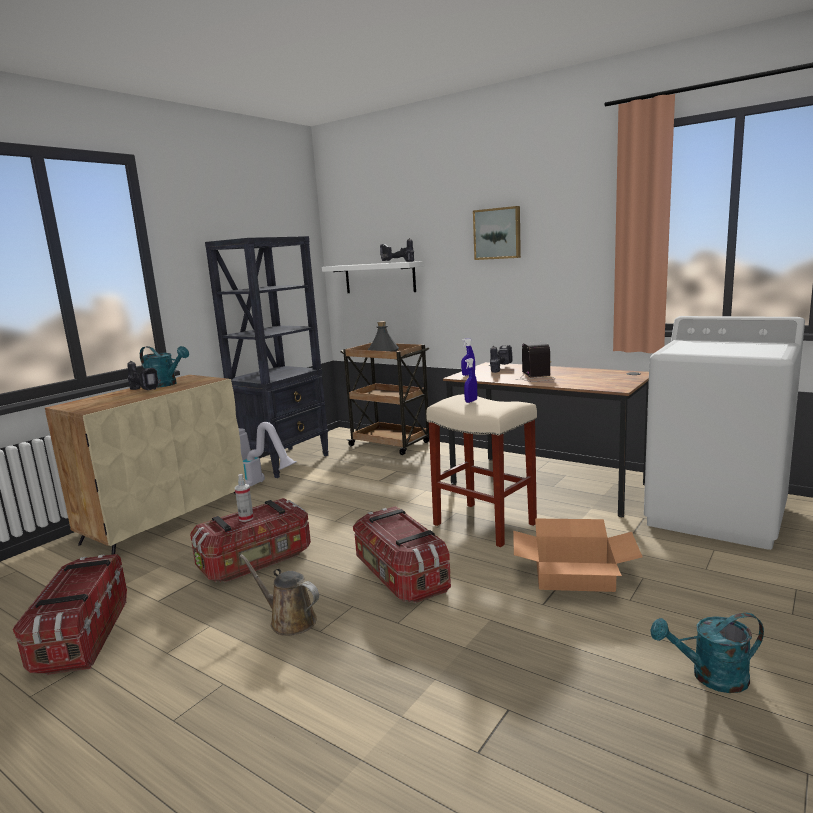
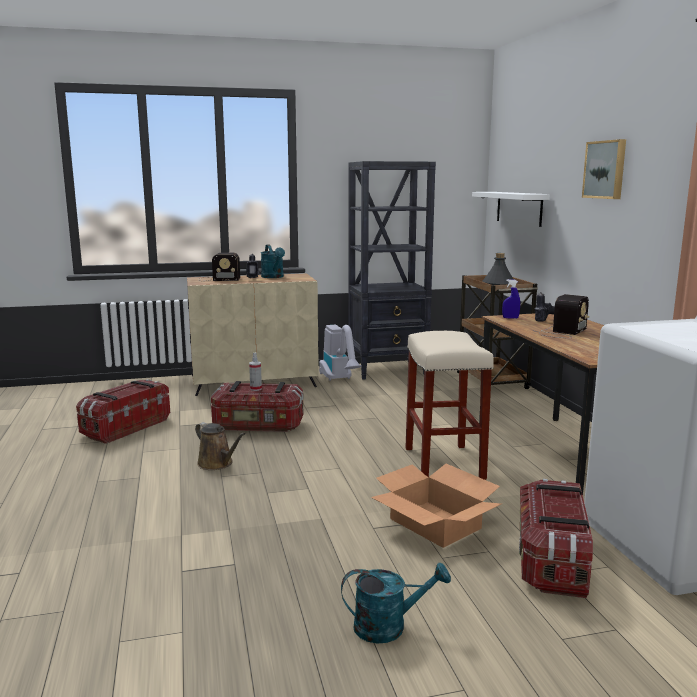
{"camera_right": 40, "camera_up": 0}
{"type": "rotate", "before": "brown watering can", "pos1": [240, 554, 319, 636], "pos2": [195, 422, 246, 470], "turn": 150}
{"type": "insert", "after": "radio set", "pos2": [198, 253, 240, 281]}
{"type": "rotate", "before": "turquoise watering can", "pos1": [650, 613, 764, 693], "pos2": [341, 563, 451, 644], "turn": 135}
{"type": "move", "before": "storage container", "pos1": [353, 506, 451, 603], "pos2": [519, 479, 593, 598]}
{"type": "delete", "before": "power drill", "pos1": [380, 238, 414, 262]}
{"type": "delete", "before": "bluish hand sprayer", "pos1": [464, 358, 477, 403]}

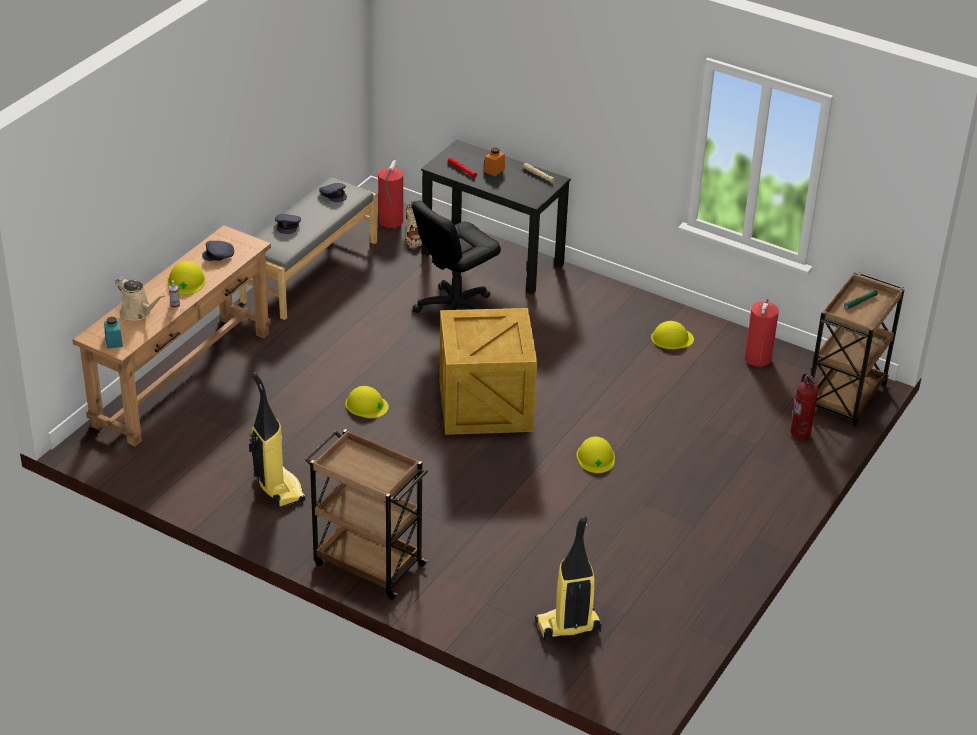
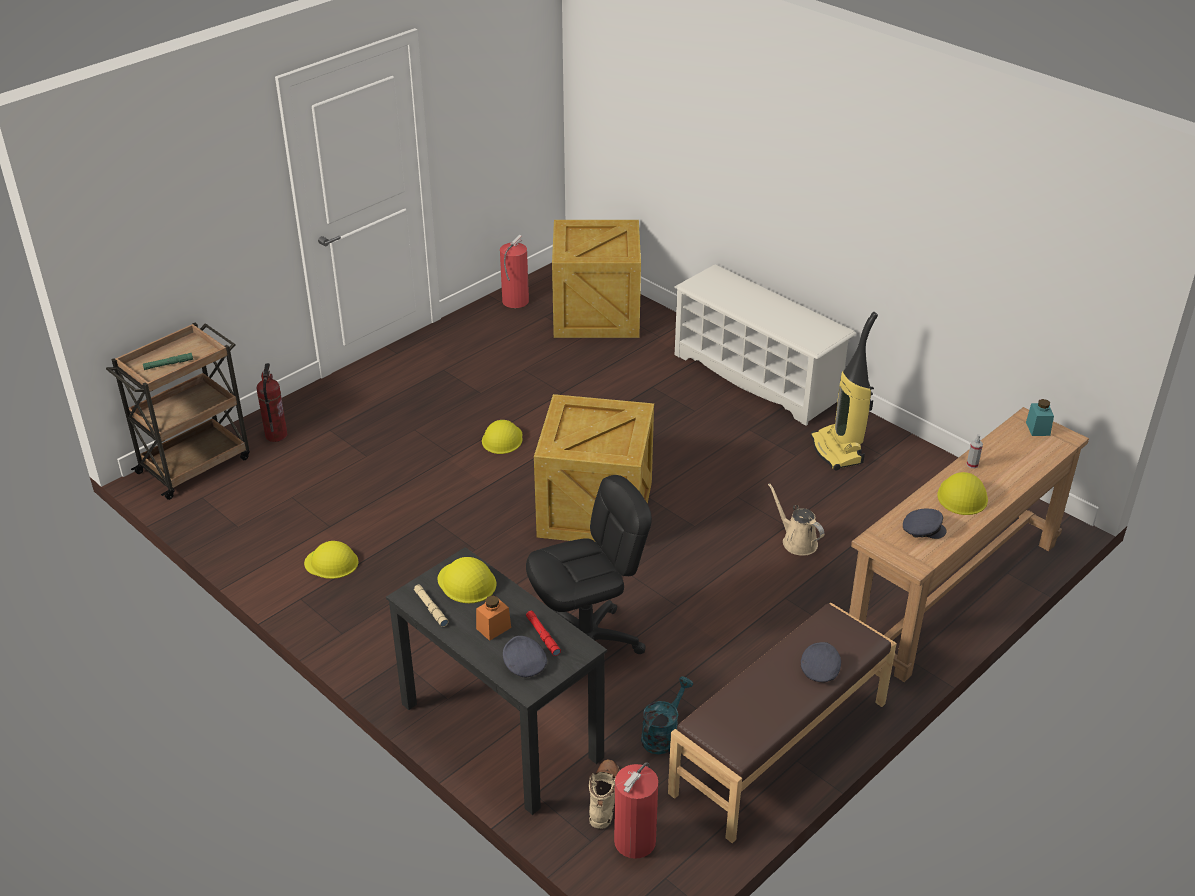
{"camera_right": -165, "camera_up": 0}
{"type": "move", "before": "yellow-coloured work helmet", "pos1": [346, 386, 389, 418], "pos2": [437, 557, 496, 603]}
{"type": "move", "before": "extinguisher", "pos1": [744, 299, 779, 367], "pos2": [500, 235, 529, 308]}
{"type": "move", "before": "greyish peaked cap", "pos1": [319, 183, 347, 202], "pos2": [503, 636, 547, 677]}
{"type": "replace", "before": "hoover", "after": "crate", "pos1": [535, 516, 602, 641], "pos2": [552, 220, 641, 338]}
{"type": "insert", "after": "turquoise watering can", "pos2": [641, 677, 693, 754]}
{"type": "recolor", "before": "greyish bench", "after": "brown bench", "pos1": [239, 178, 377, 320], "pos2": [668, 603, 897, 843]}
{"type": "replace", "before": "brown wheeled cart", "after": "white-coloured shoe stand", "pos1": [305, 429, 429, 600], "pos2": [674, 264, 856, 426]}
{"type": "move", "before": "beige watering can", "pos1": [115, 277, 165, 321], "pos2": [768, 483, 824, 556]}

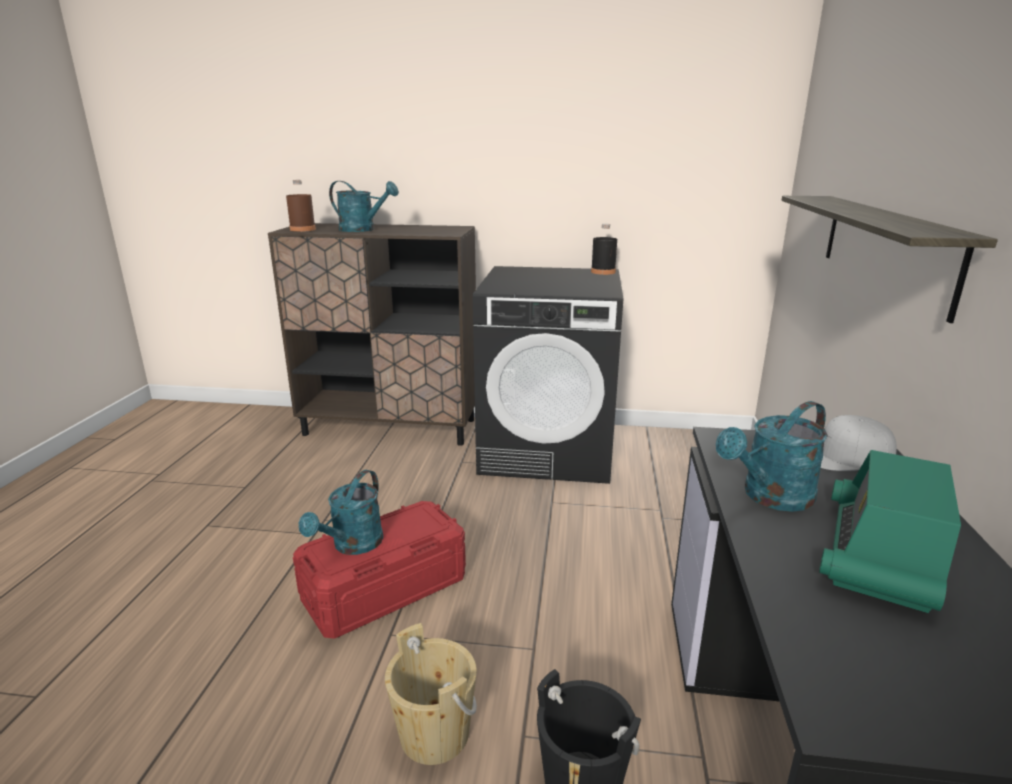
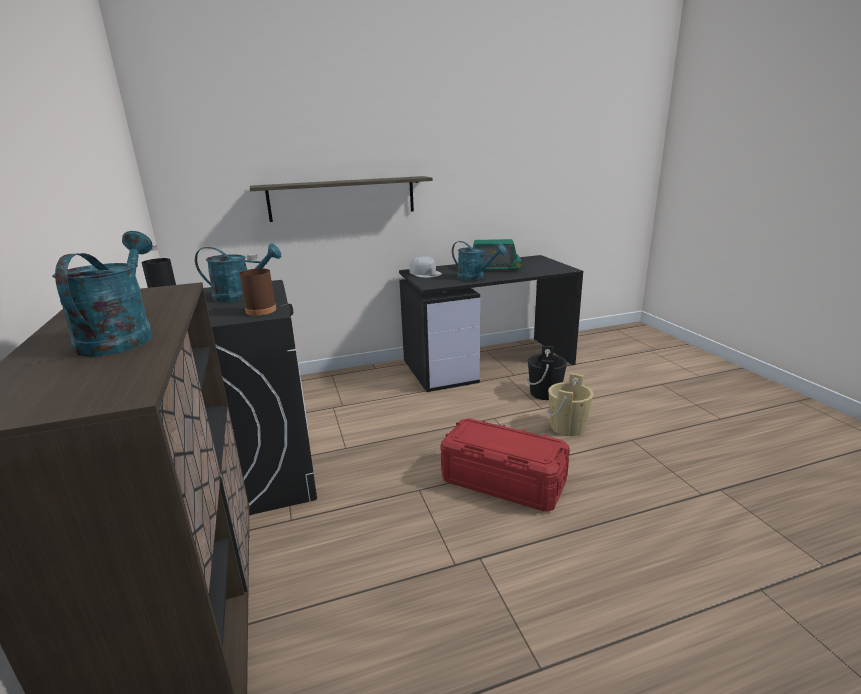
{"camera_right": -115, "camera_up": 0}
{"type": "move", "before": "turquoise watering can", "pos1": [299, 470, 383, 555], "pos2": [195, 243, 281, 302]}
{"type": "move", "before": "brown beverage bottle", "pos1": [286, 180, 316, 232], "pos2": [239, 254, 276, 316]}

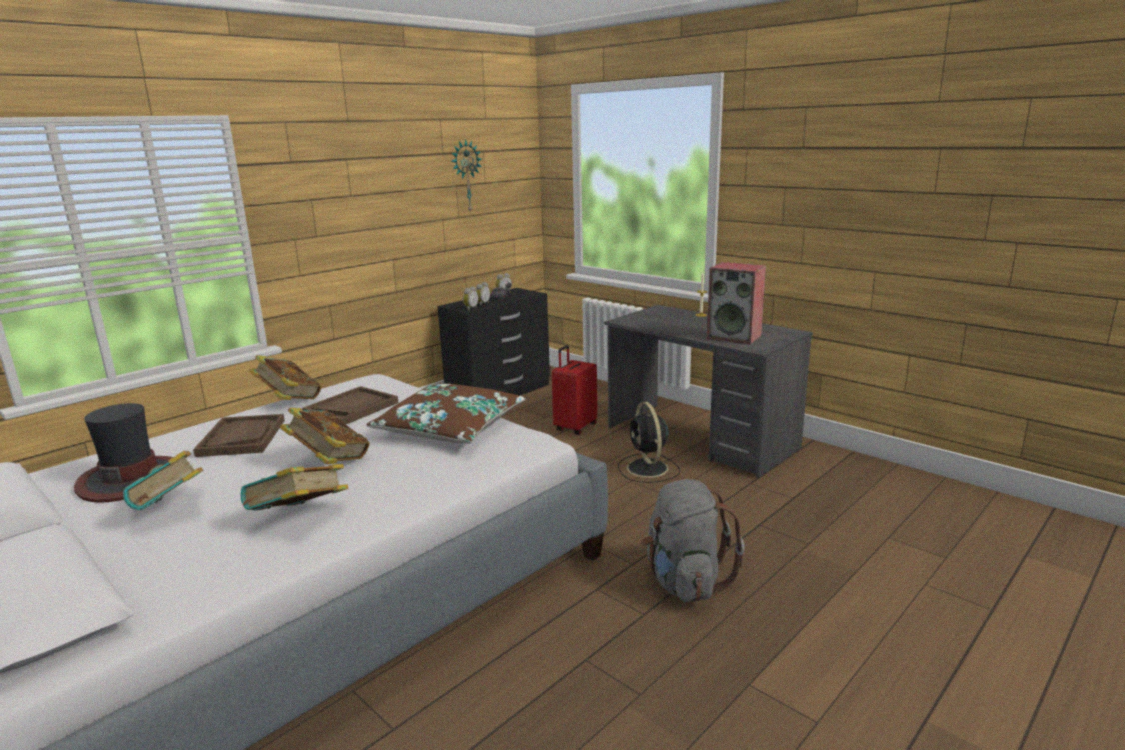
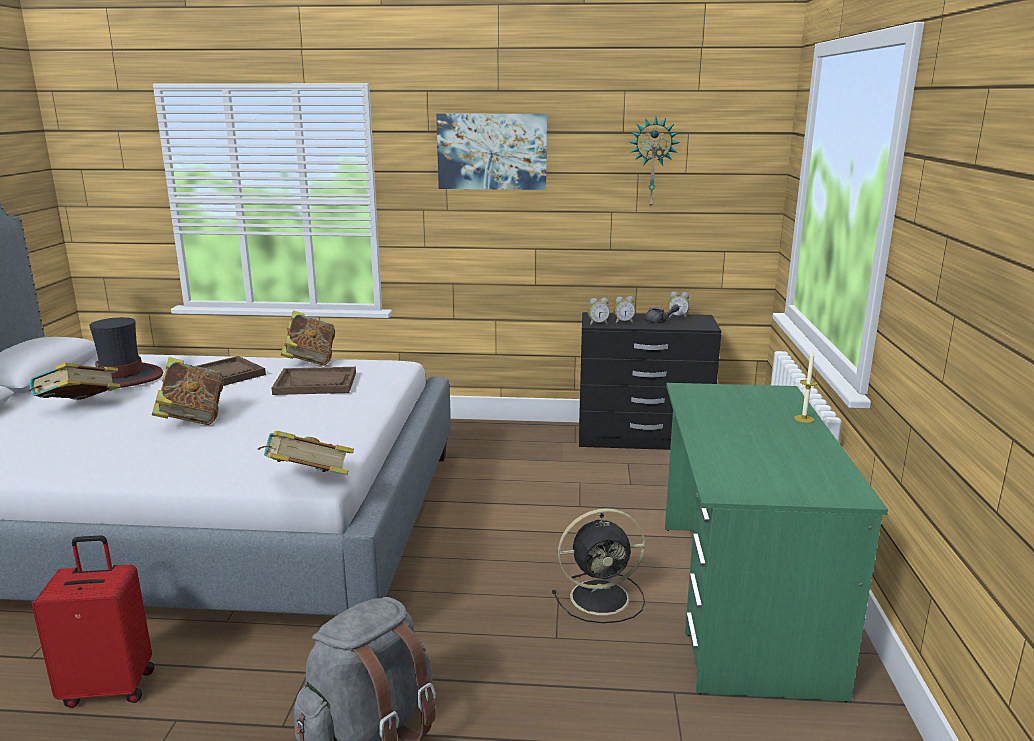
{"camera_right": 50, "camera_up": 0}
{"type": "move", "before": "red-coloured suitcase", "pos1": [552, 345, 597, 435], "pos2": [32, 535, 154, 708]}
{"type": "move", "before": "bound book", "pos1": [241, 464, 348, 511], "pos2": [258, 431, 354, 475]}
{"type": "insert", "after": "wall art", "pos2": [436, 114, 547, 190]}
{"type": "rotate", "before": "black electric fan", "pos1": [618, 402, 680, 483], "pos2": [552, 508, 645, 623], "turn": -135}
{"type": "recolor", "before": "greyish desk unit", "after": "greenish desk unit", "pos1": [604, 305, 813, 478], "pos2": [665, 383, 888, 702]}
{"type": "delete", "before": "brown throw pillow", "pos1": [366, 383, 526, 444]}
{"type": "delete", "before": "loudspeaker", "pos1": [707, 262, 766, 344]}

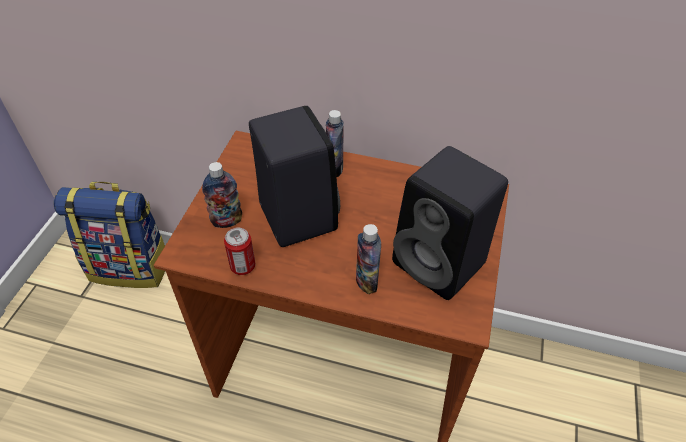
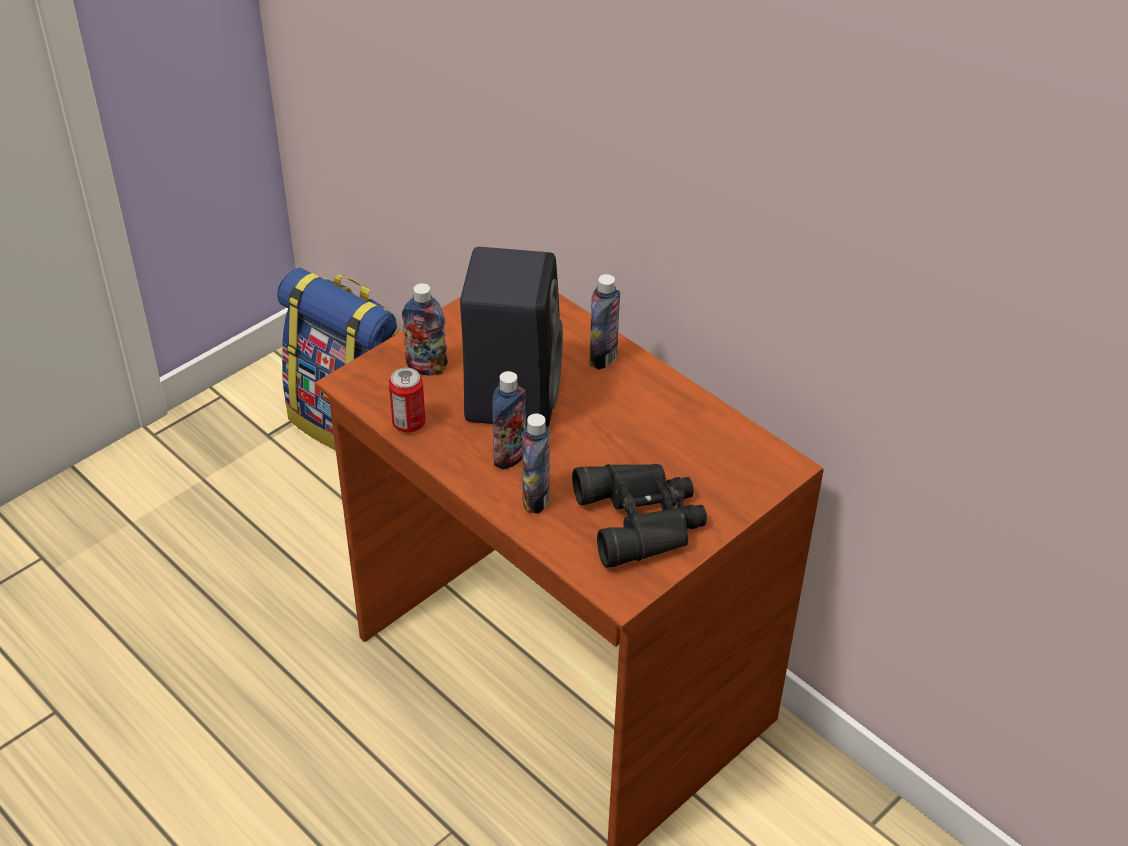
{"camera_right": 30, "camera_up": -5}
{"type": "insert", "after": "beverage bottle", "pos2": [492, 371, 526, 470]}
{"type": "replace", "before": "black loudspeaker", "after": "black field glasses", "pos1": [392, 146, 508, 300], "pos2": [572, 464, 707, 568]}

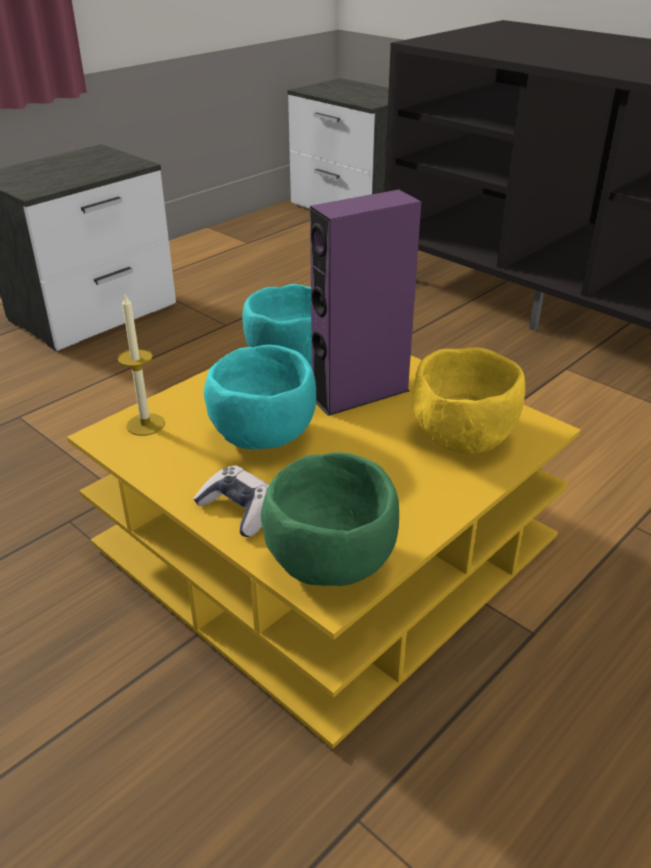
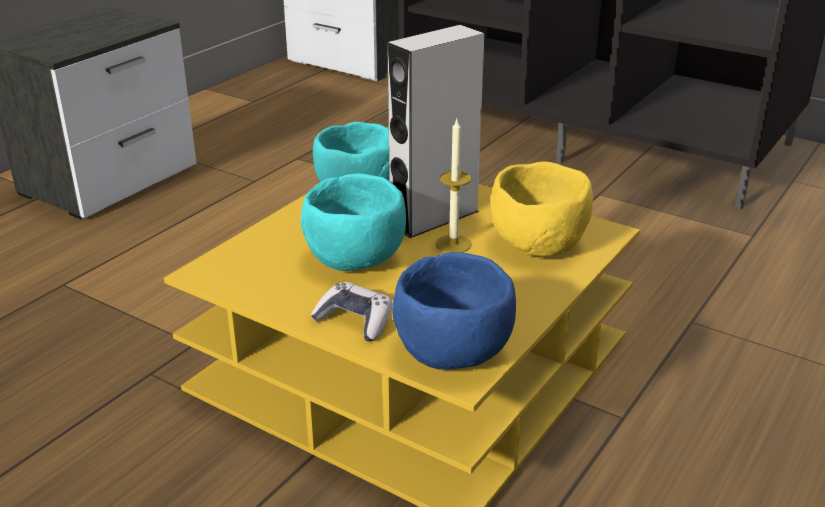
{"camera_right": -10, "camera_up": -5}
{"type": "recolor", "before": "purple loudspeaker", "after": "greyish loudspeaker", "pos1": [310, 189, 421, 416], "pos2": [387, 25, 485, 238]}
{"type": "recolor", "before": "greenish serving bowl", "after": "bluish serving bowl", "pos1": [261, 452, 399, 586], "pos2": [392, 252, 516, 370]}
{"type": "move", "before": "candle", "pos1": [117, 294, 165, 436], "pos2": [436, 119, 472, 253]}

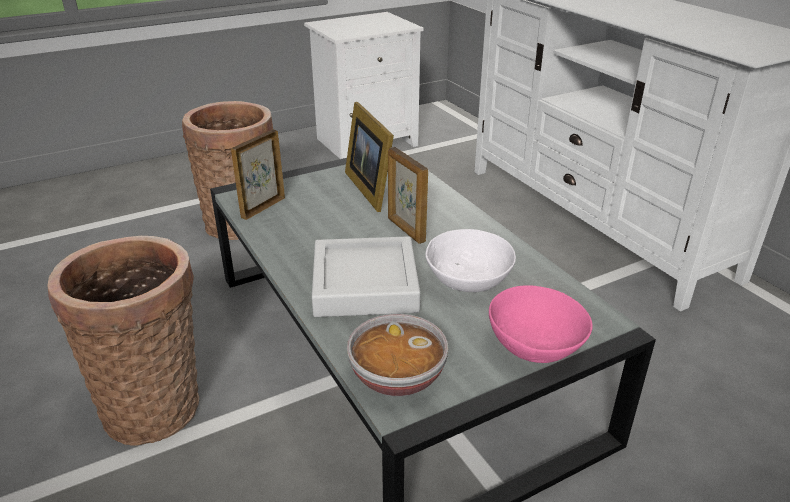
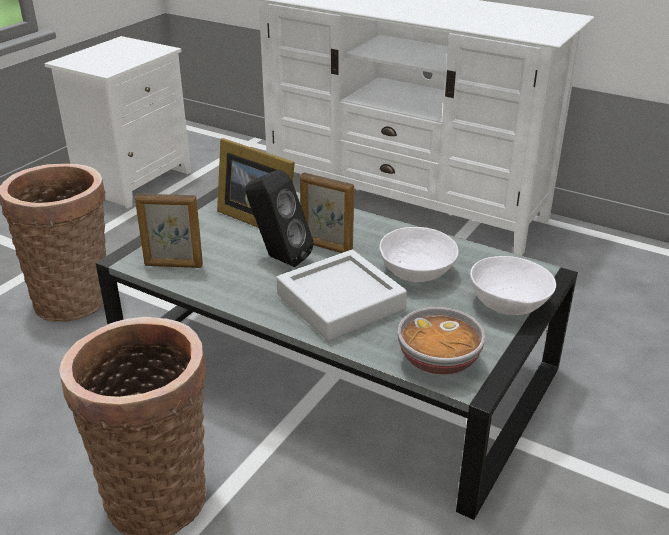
{"camera_right": -30, "camera_up": 0}
{"type": "rotate", "before": "photo frame", "pos1": [231, 129, 285, 220], "pos2": [135, 193, 203, 268], "turn": -90}
{"type": "insert", "after": "black loudspeaker", "pos2": [245, 170, 314, 267]}
{"type": "recolor", "before": "pink-coloured serving bowl", "after": "white-coloured serving bowl", "pos1": [489, 285, 593, 363], "pos2": [470, 256, 556, 315]}

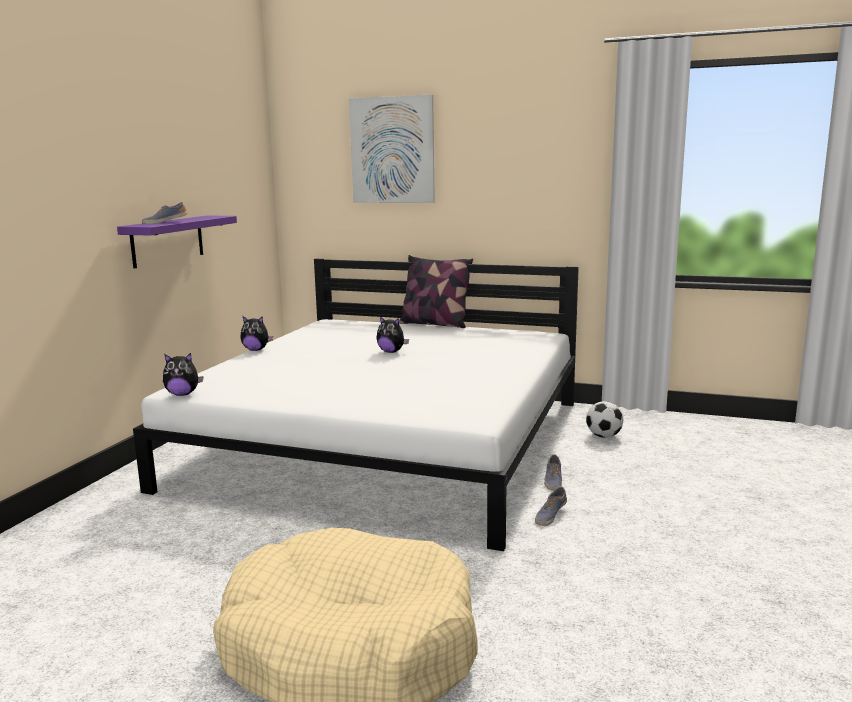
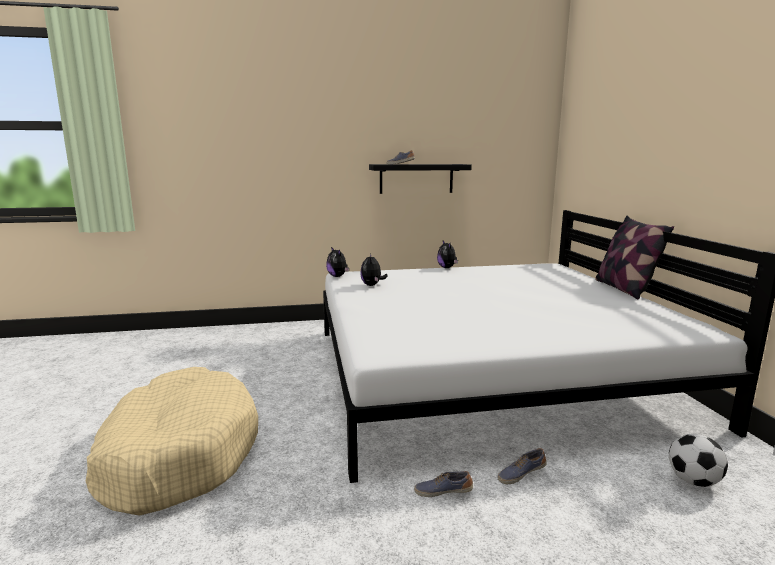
{"camera_right": 60, "camera_up": 0}
{"type": "move", "before": "plush toy", "pos1": [376, 316, 409, 353], "pos2": [360, 254, 388, 286]}
{"type": "recolor", "before": "purple shelf", "after": "black shelf", "pos1": [117, 216, 237, 268], "pos2": [369, 164, 472, 194]}
{"type": "delete", "before": "wall art", "pos1": [349, 95, 435, 203]}

